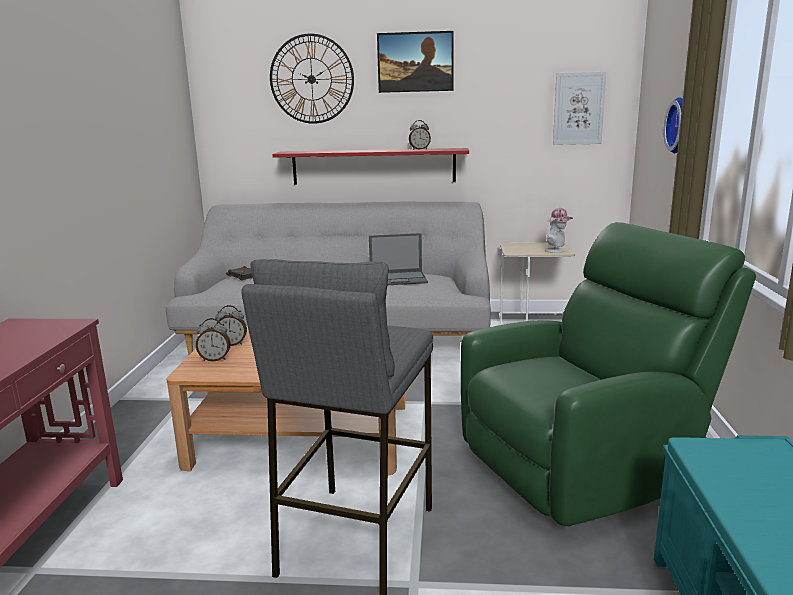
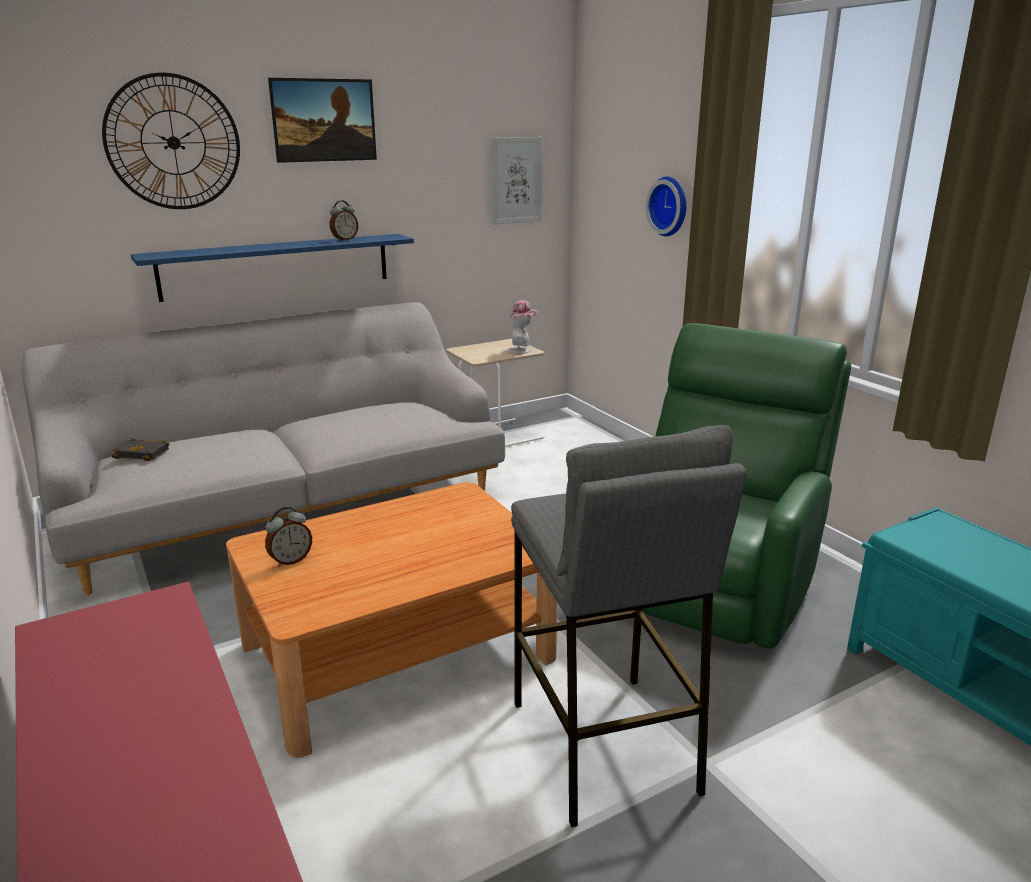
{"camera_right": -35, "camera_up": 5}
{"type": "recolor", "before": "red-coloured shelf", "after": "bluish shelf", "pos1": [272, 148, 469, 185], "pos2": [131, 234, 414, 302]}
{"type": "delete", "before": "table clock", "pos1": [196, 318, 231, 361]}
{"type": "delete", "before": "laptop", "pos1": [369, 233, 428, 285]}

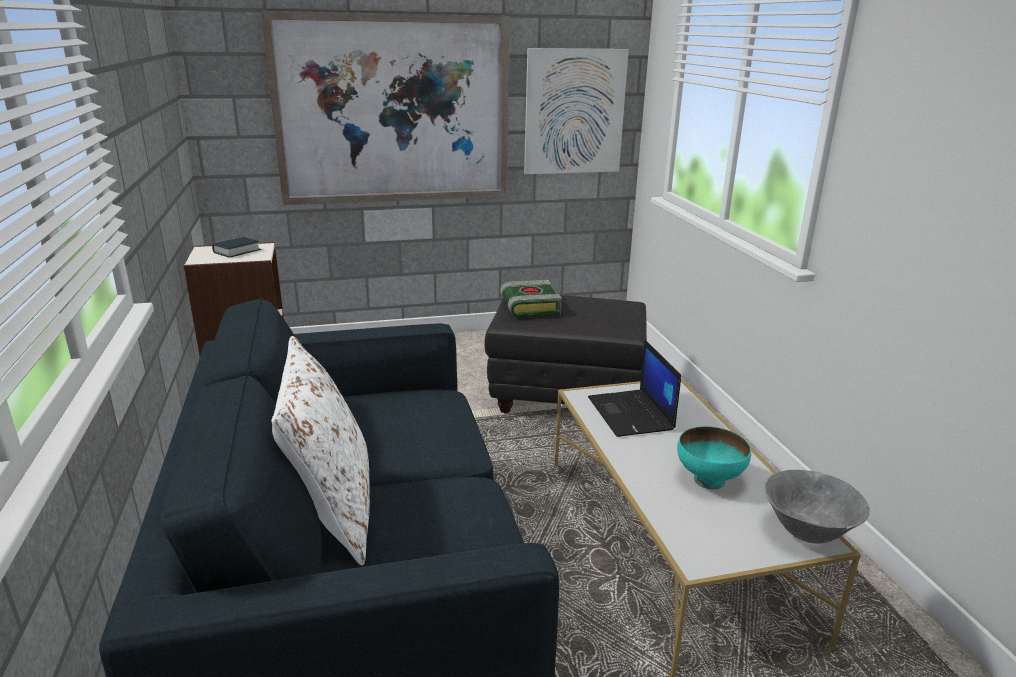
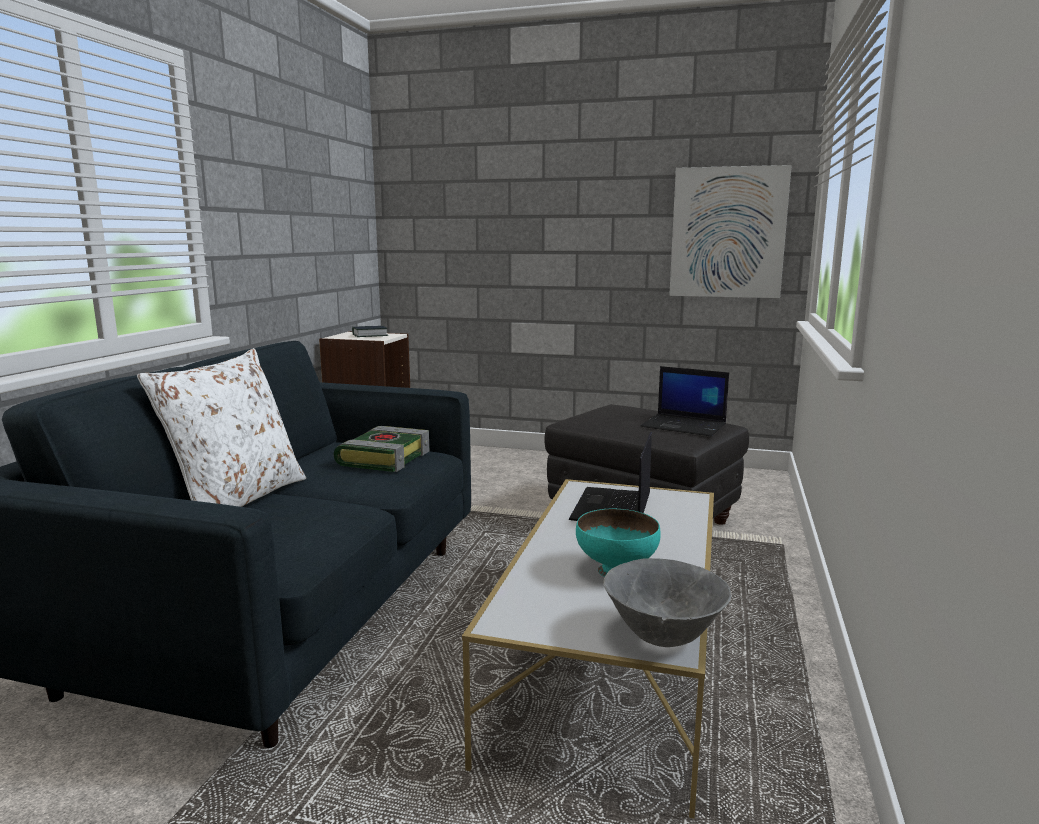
{"camera_right": 30, "camera_up": -10}
{"type": "move", "before": "bound book", "pos1": [500, 280, 562, 317], "pos2": [334, 426, 430, 472]}
{"type": "insert", "after": "laptop", "pos2": [641, 366, 729, 436]}
{"type": "delete", "before": "wall art", "pos1": [261, 11, 510, 205]}

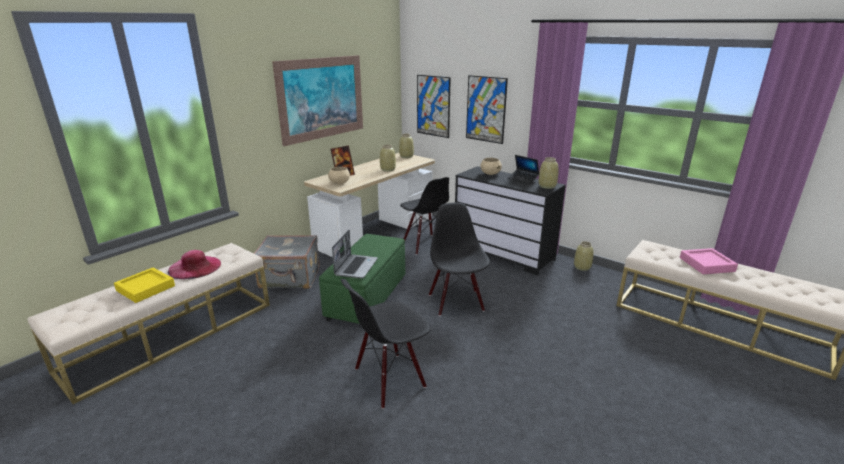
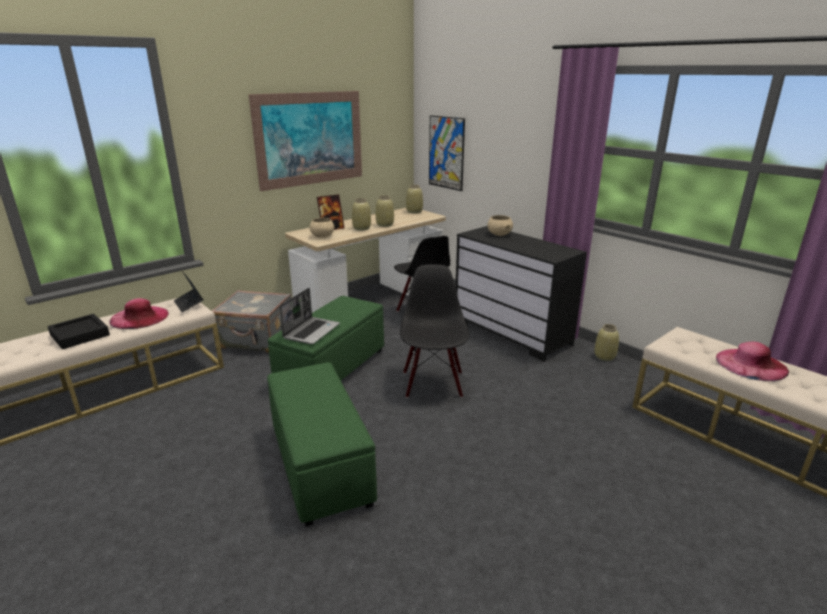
{"camera_right": 10, "camera_up": 0}
{"type": "recolor", "before": "yellow-coloured carrying tray", "after": "black carrying tray", "pos1": [114, 268, 175, 303], "pos2": [48, 314, 110, 349]}
{"type": "move", "before": "laptop", "pos1": [508, 155, 539, 184], "pos2": [174, 271, 203, 312]}
{"type": "replace", "before": "black plain chair", "after": "greenish footrest", "pos1": [341, 279, 431, 409], "pos2": [267, 362, 377, 527]}
{"type": "move", "before": "beige vase", "pos1": [539, 157, 559, 189], "pos2": [352, 198, 371, 231]}
{"type": "replace", "before": "pink-coloured carrying tray", "after": "pink-coloured hat", "pos1": [680, 248, 738, 274], "pos2": [716, 342, 789, 381]}
{"type": "delete", "before": "wall art", "pos1": [466, 75, 508, 144]}

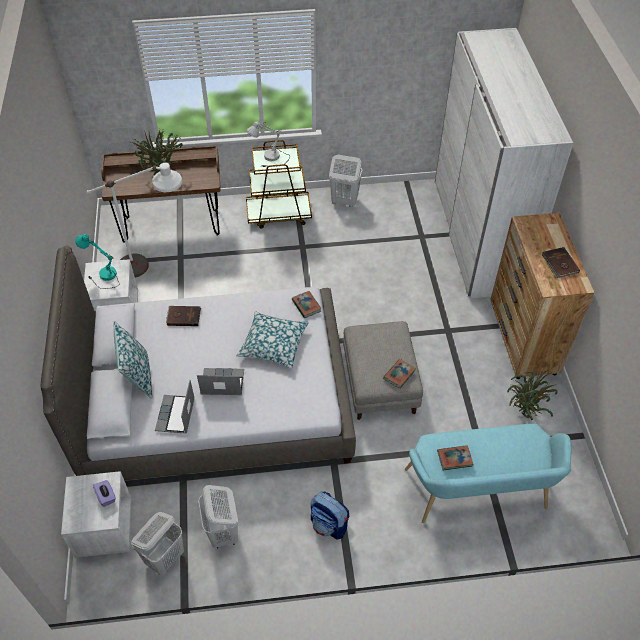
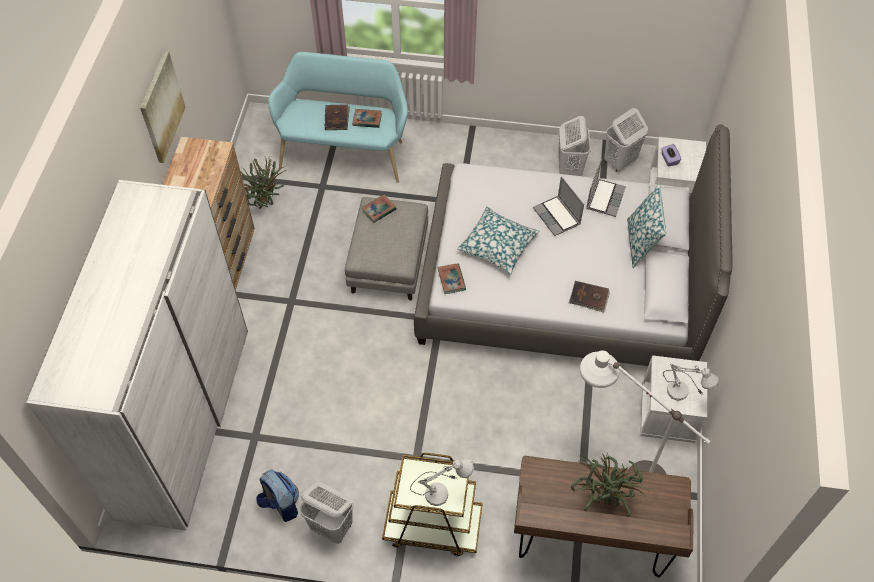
{"camera_right": -165, "camera_up": 5}
{"type": "insert", "after": "wall art", "pos2": [140, 51, 185, 163]}
{"type": "move", "before": "backpack", "pos1": [311, 492, 349, 540], "pos2": [256, 469, 299, 522]}
{"type": "move", "before": "brown bound book", "pos1": [542, 247, 580, 278], "pos2": [324, 104, 350, 130]}
{"type": "rotate", "before": "laptop", "pos1": [197, 368, 244, 395], "pos2": [533, 176, 584, 236], "turn": 45}
{"type": "recolor", "before": "turquoise lamp for a table", "after": "white-coloured lamp for a table", "pos1": [75, 234, 120, 289], "pos2": [663, 364, 719, 401]}

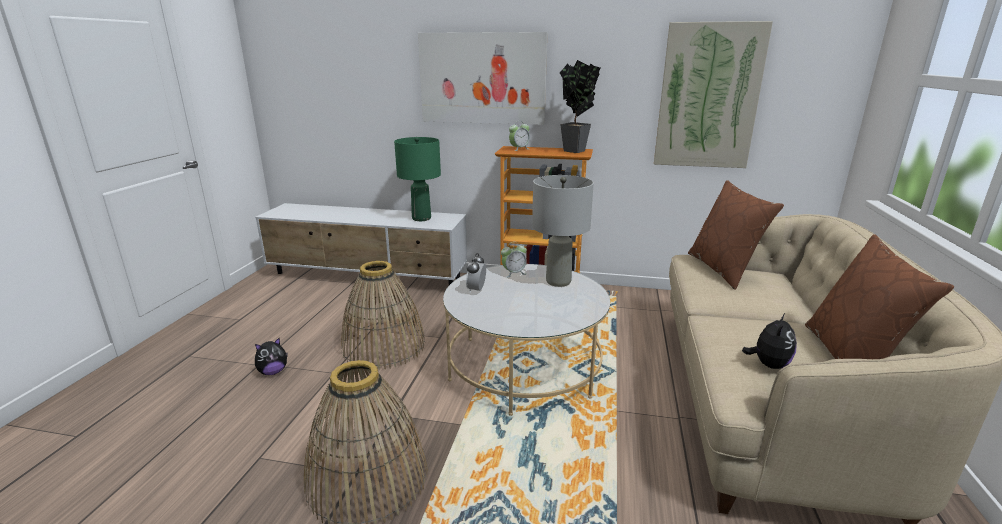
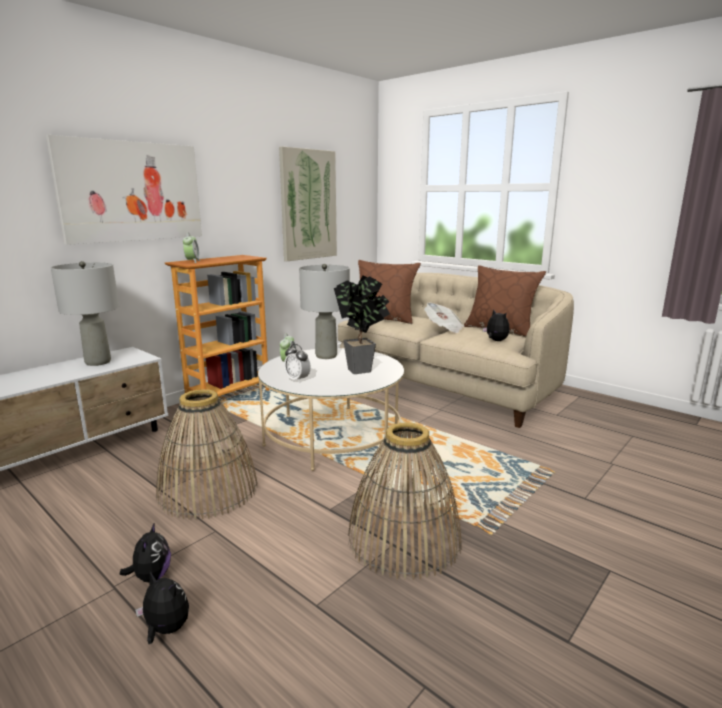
{"camera_right": -60, "camera_up": -5}
{"type": "recolor", "before": "greenish lamp for a table", "after": "greyish lamp for a table", "pos1": [394, 137, 441, 221], "pos2": [51, 261, 119, 366]}
{"type": "insert", "after": "plush toy", "pos2": [135, 571, 189, 644]}
{"type": "move", "before": "potted plant", "pos1": [560, 60, 601, 153], "pos2": [334, 275, 390, 374]}
{"type": "insert", "after": "newspaper", "pos2": [424, 302, 464, 333]}

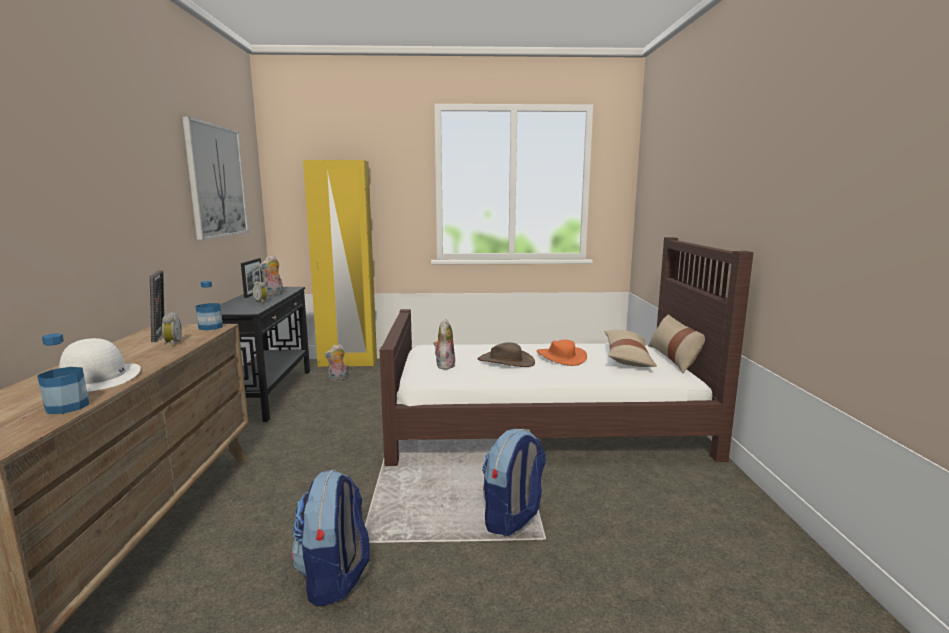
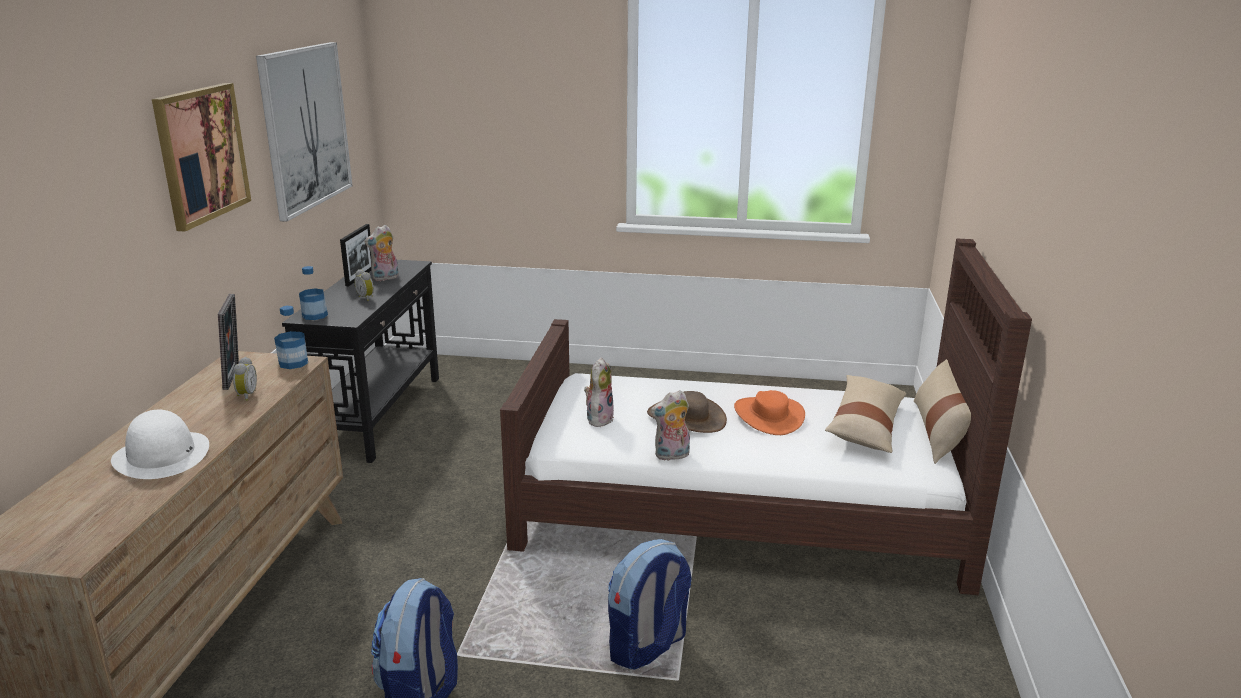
{"camera_right": 10, "camera_up": 10}
{"type": "insert", "after": "wall art", "pos2": [152, 83, 251, 231]}
{"type": "move", "before": "beverage bottle", "pos1": [37, 333, 90, 414], "pos2": [299, 266, 328, 320]}
{"type": "move", "before": "plush toy", "pos1": [324, 344, 347, 381], "pos2": [651, 390, 690, 461]}
{"type": "delete", "before": "yellow-coloured clothes cupboard", "pos1": [303, 160, 377, 367]}

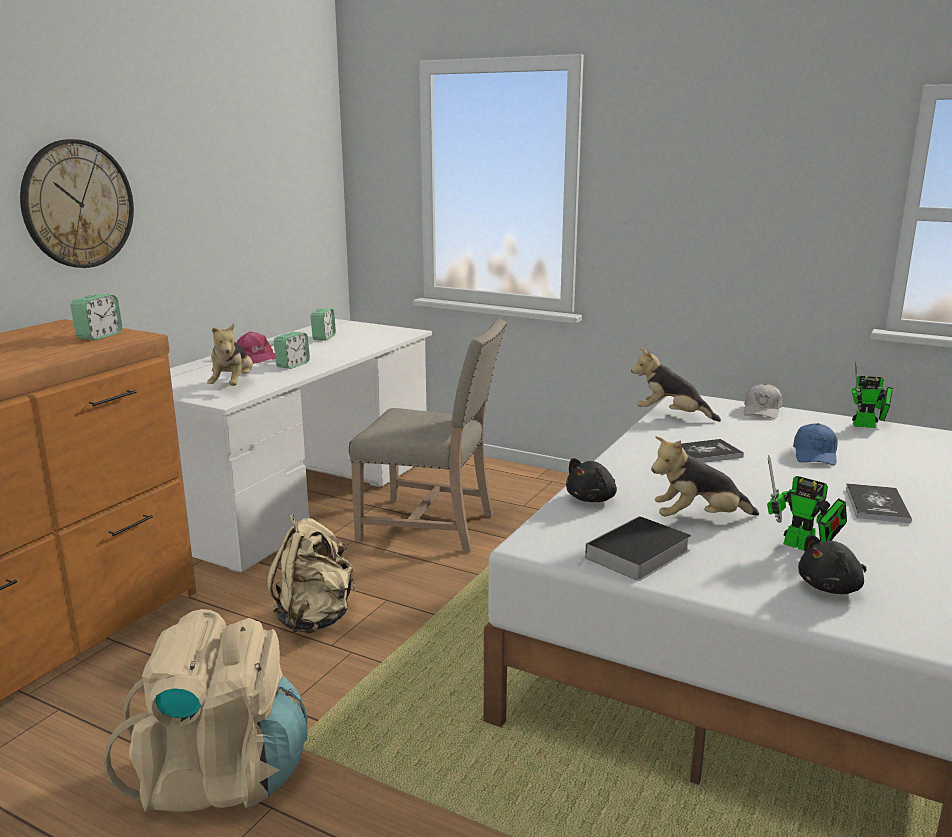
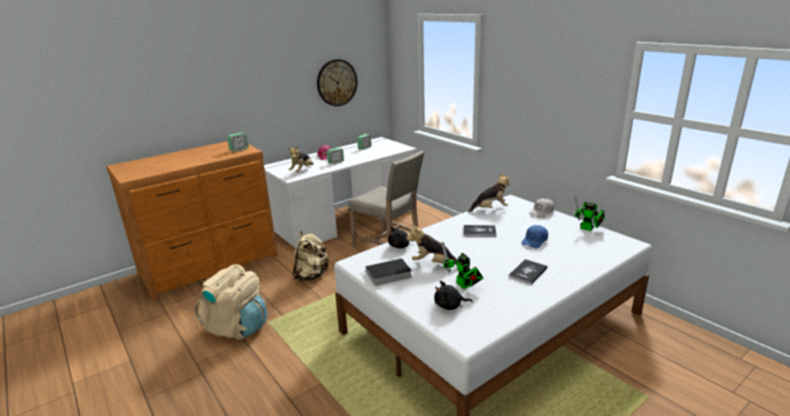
{"camera_right": 25, "camera_up": 5}
{"type": "move", "before": "clock on the wall", "pos1": [20, 139, 134, 268], "pos2": [317, 59, 358, 106]}
{"type": "rotate", "before": "plush toy", "pos1": [631, 348, 721, 422], "pos2": [468, 173, 510, 213], "turn": 120}

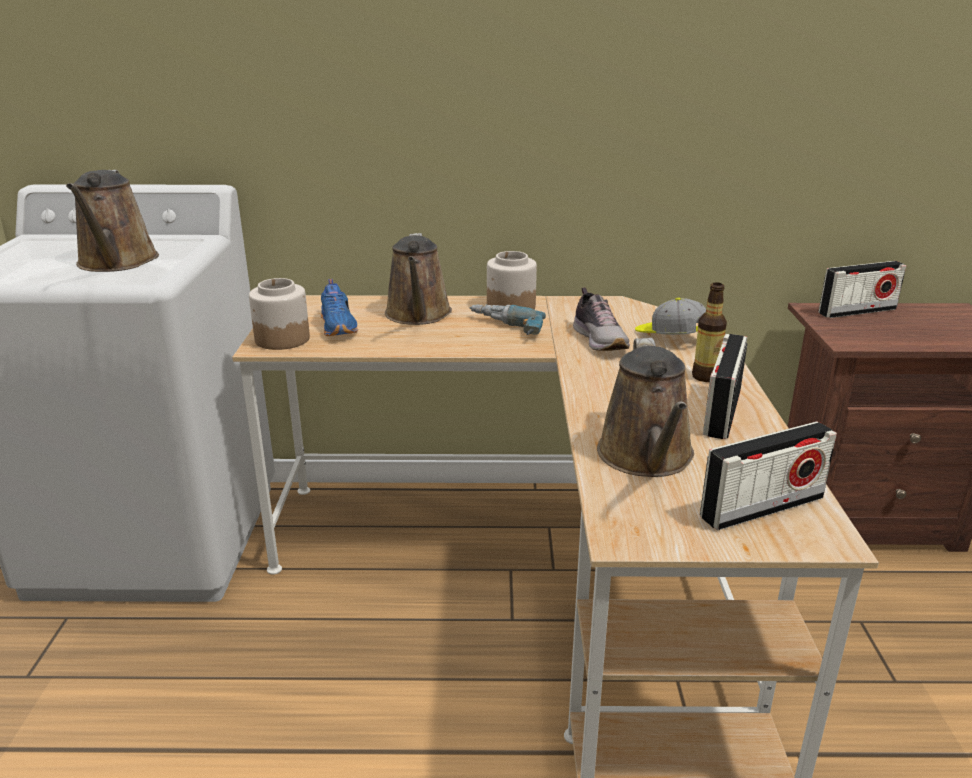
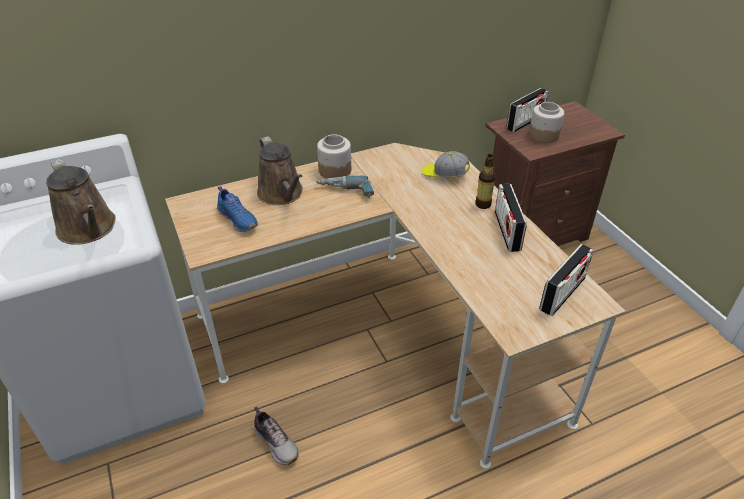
{"camera_right": -25, "camera_up": 15}
{"type": "move", "before": "shoe", "pos1": [573, 288, 630, 351], "pos2": [254, 406, 299, 465]}
{"type": "move", "before": "storage jar", "pos1": [249, 278, 310, 350], "pos2": [529, 102, 564, 143]}
{"type": "delete", "before": "brown watering can", "pos1": [597, 338, 694, 477]}

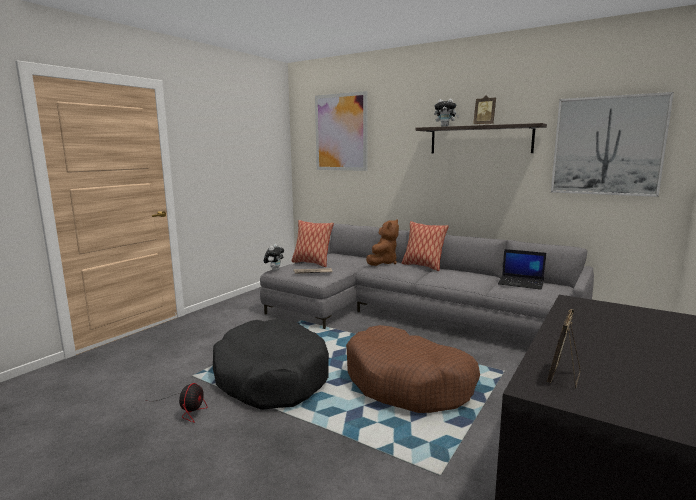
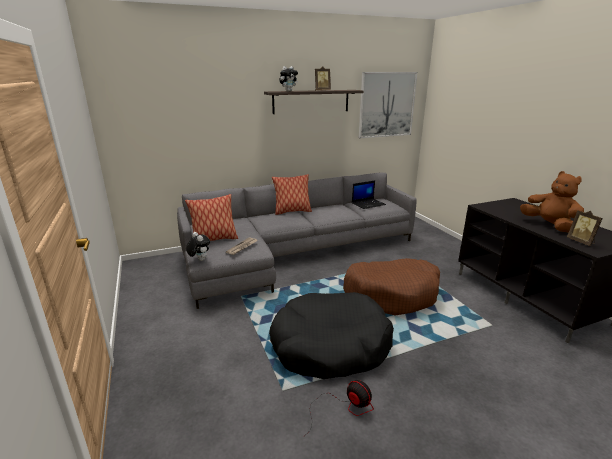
{"camera_right": -55, "camera_up": 10}
{"type": "move", "before": "brown plush toy", "pos1": [366, 219, 399, 266], "pos2": [520, 171, 584, 232]}
{"type": "delete", "before": "wall art", "pos1": [315, 91, 367, 171]}

